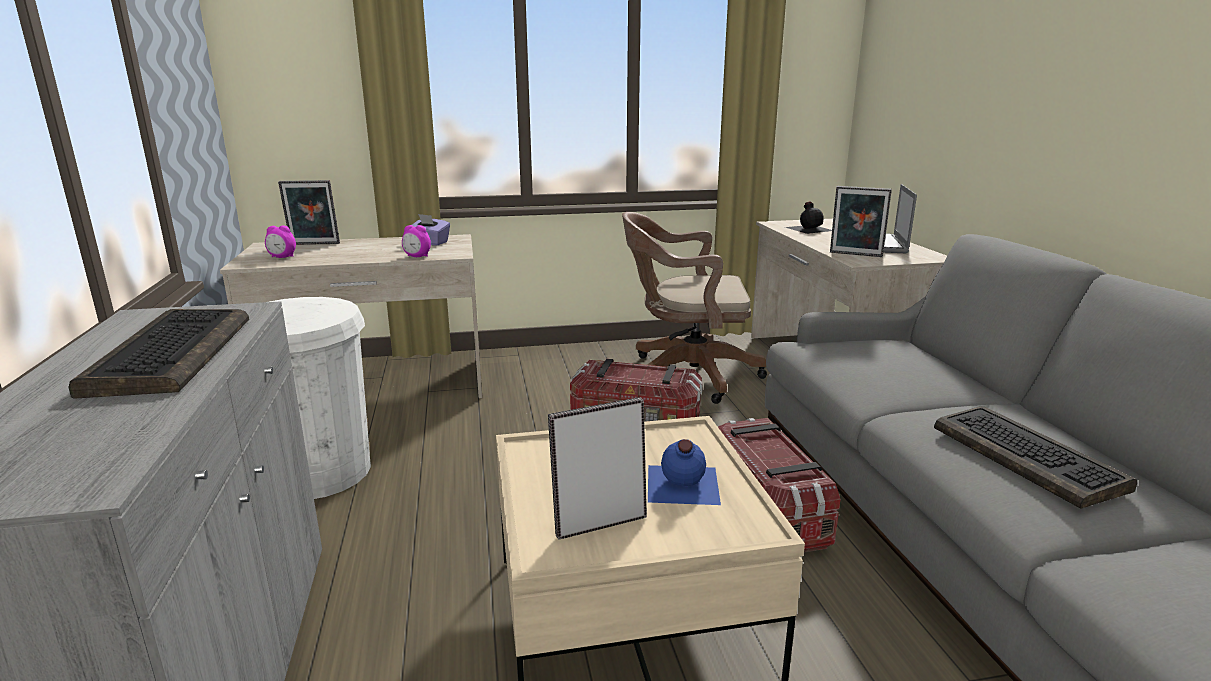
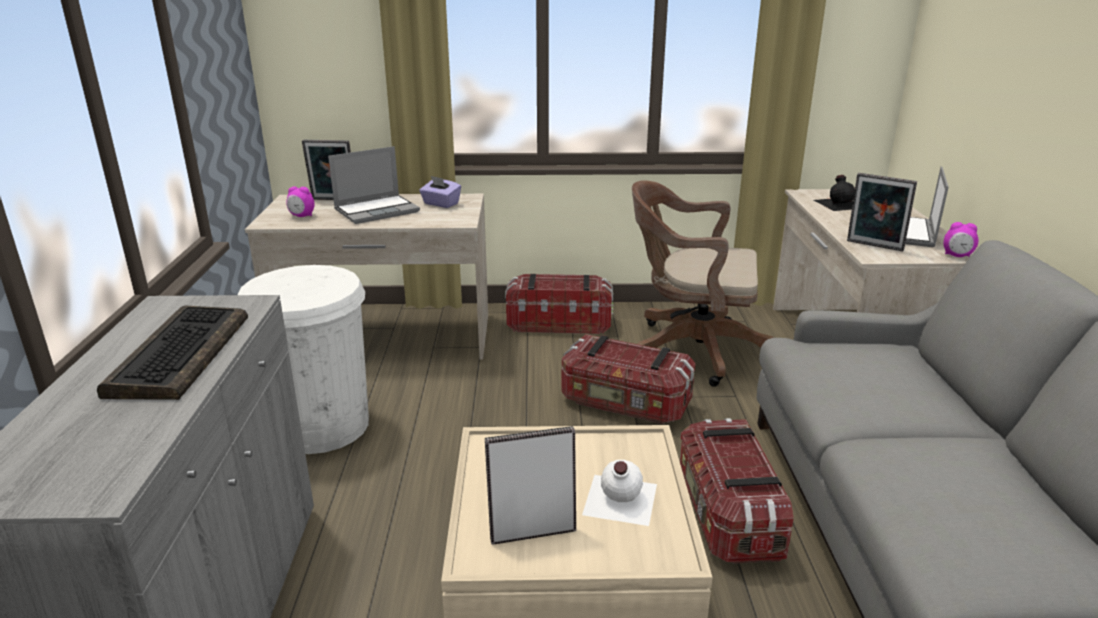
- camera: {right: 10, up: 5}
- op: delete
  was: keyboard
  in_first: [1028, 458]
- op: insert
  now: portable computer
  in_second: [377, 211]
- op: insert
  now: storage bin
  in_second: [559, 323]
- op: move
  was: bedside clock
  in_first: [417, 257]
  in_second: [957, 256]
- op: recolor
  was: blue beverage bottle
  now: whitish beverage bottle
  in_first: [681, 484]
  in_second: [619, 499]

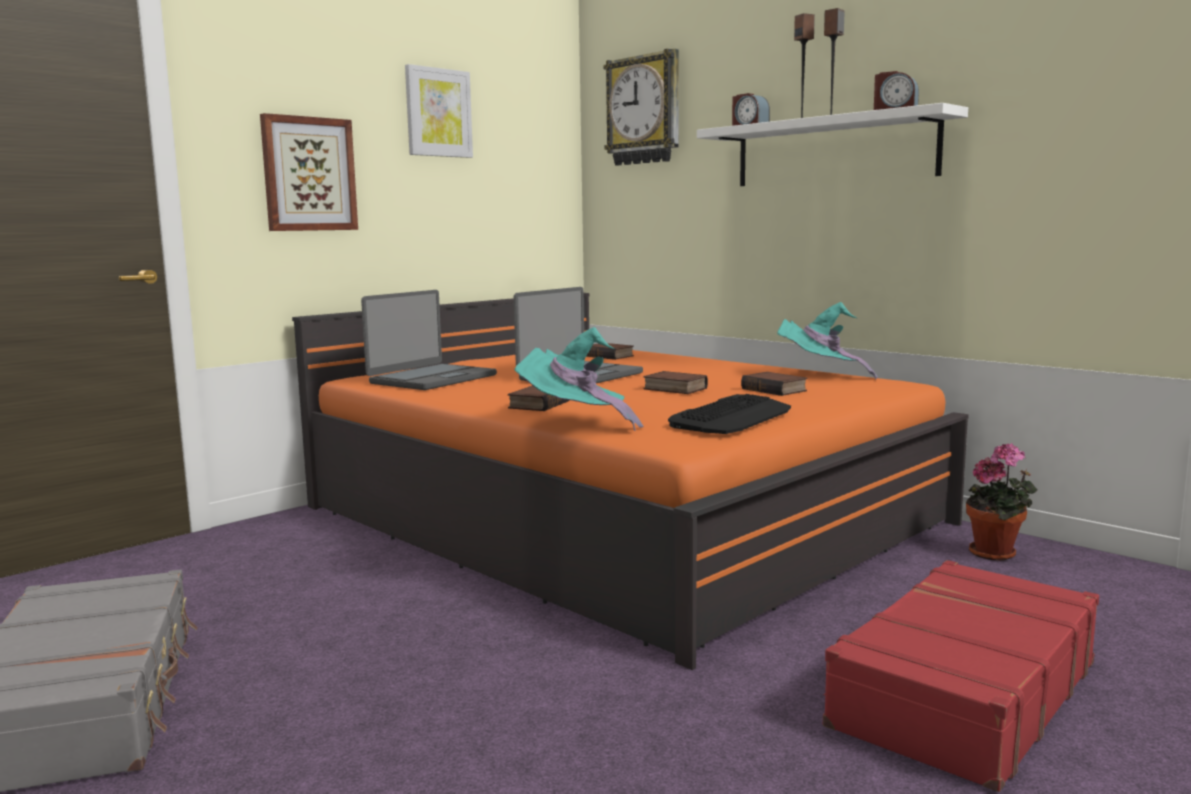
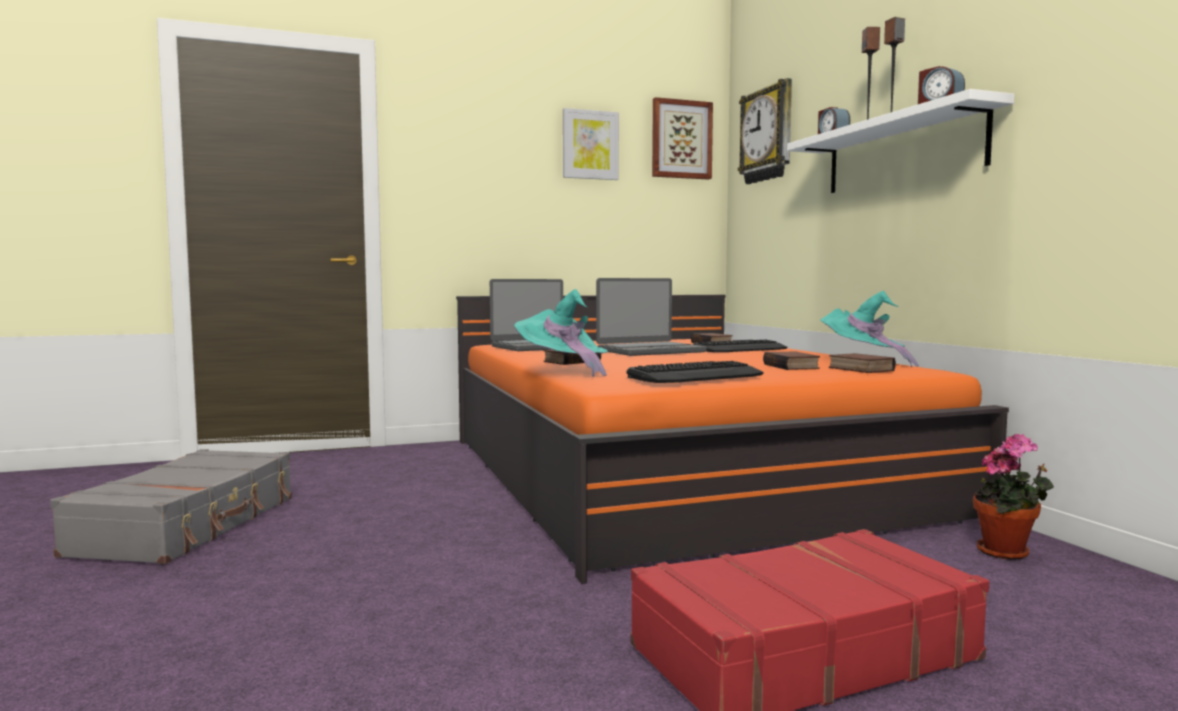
- camera: {right: 25, up: -5}
- op: insert
  now: keyboard
  in_second: [740, 349]
- op: move
  was: wall picture
  in_first: [308, 174]
  in_second: [681, 139]
- op: move
  was: bound book
  in_first: [673, 389]
  in_second: [859, 369]

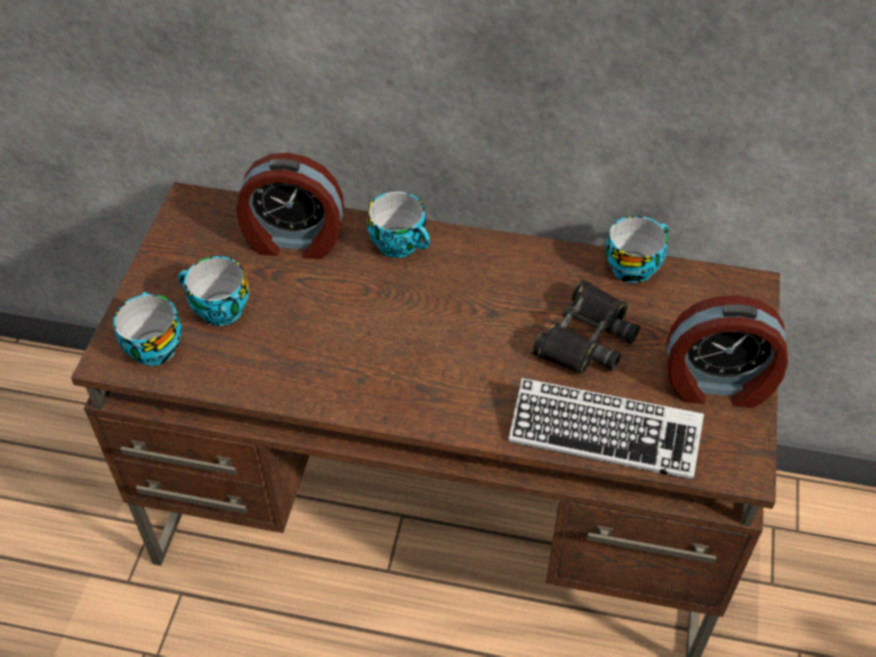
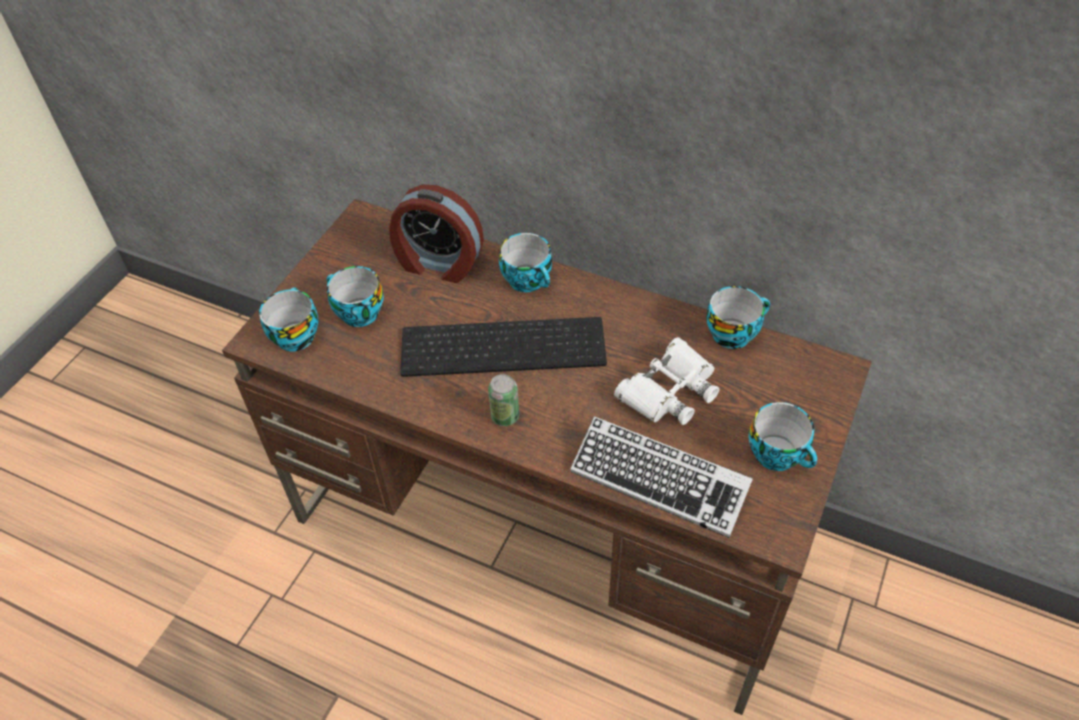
- camera: {right: 15, up: 0}
- op: insert
  now: keyboard
  in_second: [505, 344]
- op: insert
  now: metal can
  in_second: [505, 416]
- op: replace
  was: bedside clock
  now: cup
  in_first: [717, 385]
  in_second: [779, 454]
- op: recolor
  was: black pair of binoculars
  now: whitish pair of binoculars
  in_first: [586, 337]
  in_second: [669, 390]

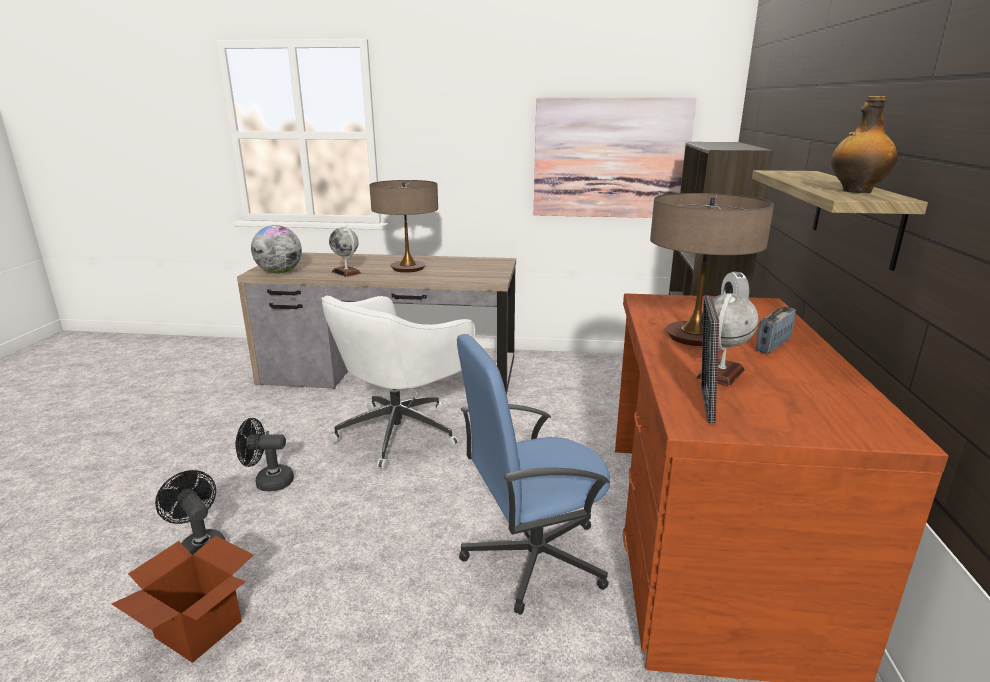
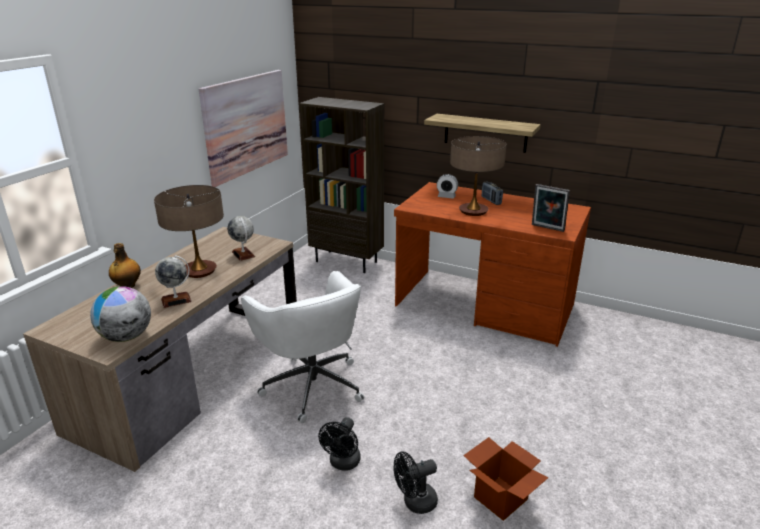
- camera: {right: -70, up: 5}
- op: delete
  was: blue computer chair
  in_first: [532, 557]
- op: move
  was: world globe
  in_first: [720, 374]
  in_second: [243, 254]
- op: move
  was: beverage bottle
  in_first: [855, 191]
  in_second: [127, 286]

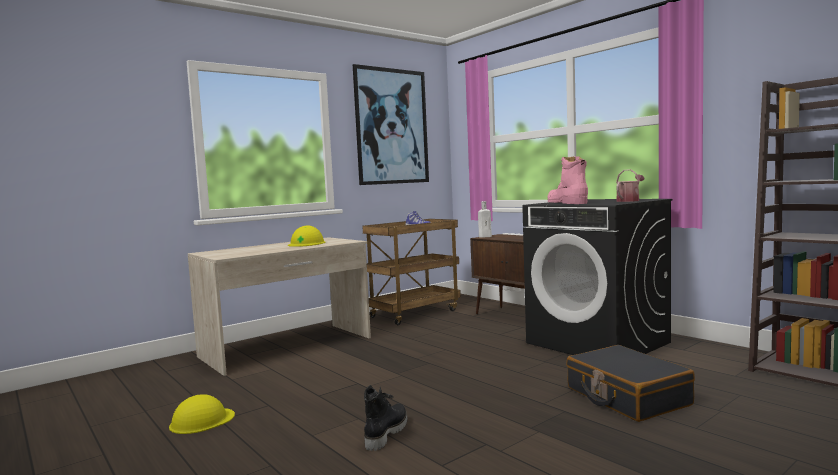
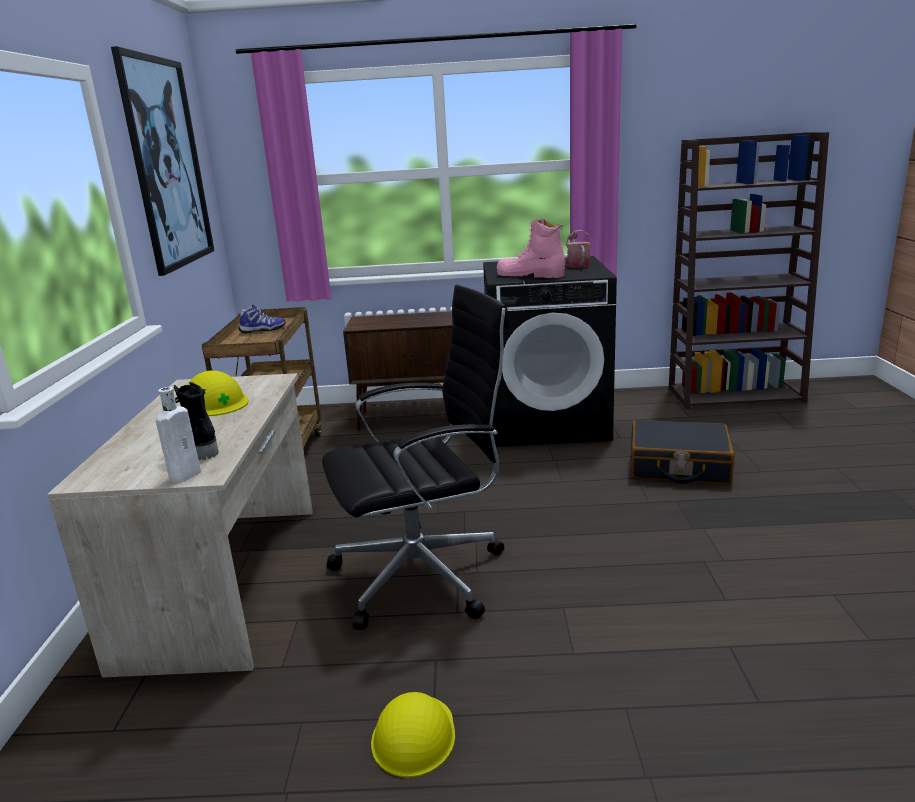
- camera: {right: -50, up: 15}
- op: insert
  now: black computer chair
  in_second: [424, 574]
- op: move
  was: black boot
  in_first: [385, 433]
  in_second: [197, 443]
- op: move
  was: whitish beverage bottle
  in_first: [486, 236]
  in_second: [187, 474]

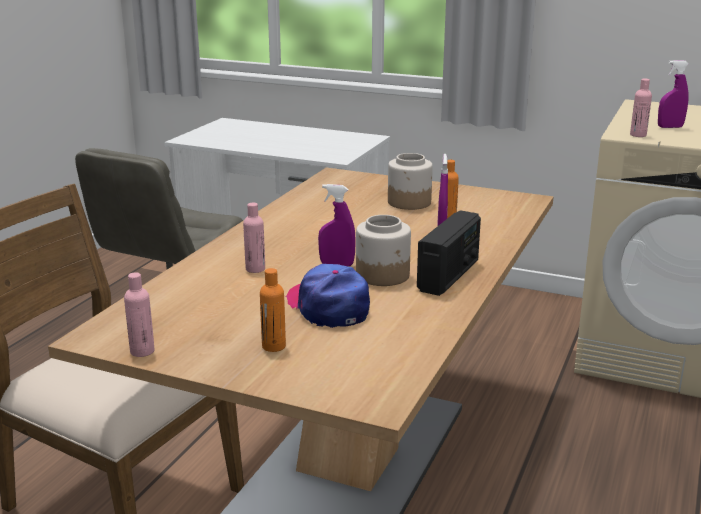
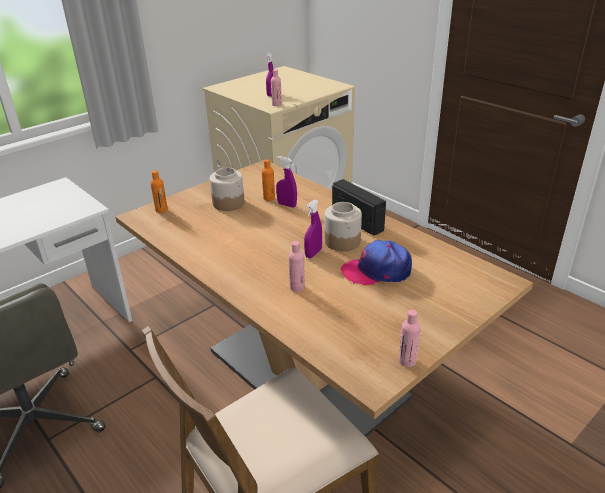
- camera: {right: -65, up: 10}
- op: move
  was: orange beverage bottle
  in_first: [273, 346]
  in_second: [161, 210]

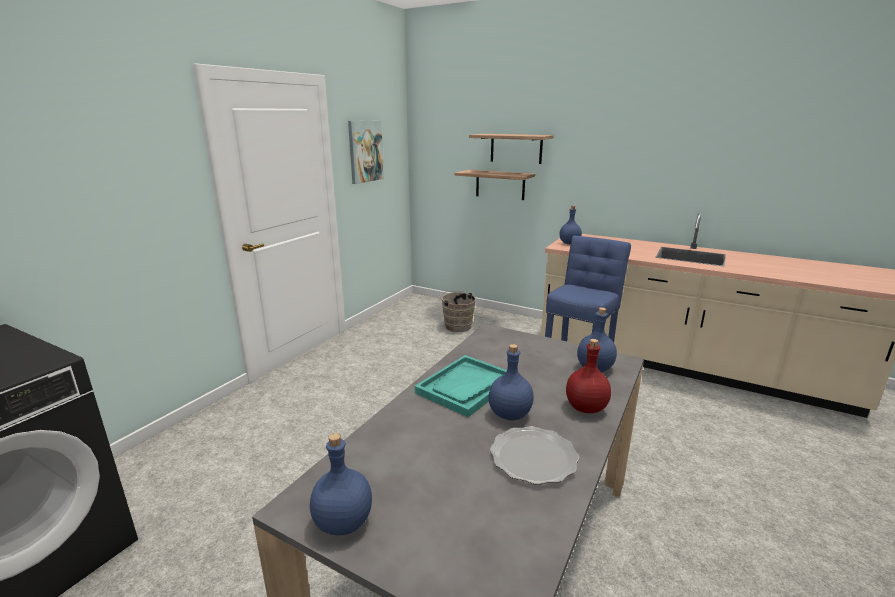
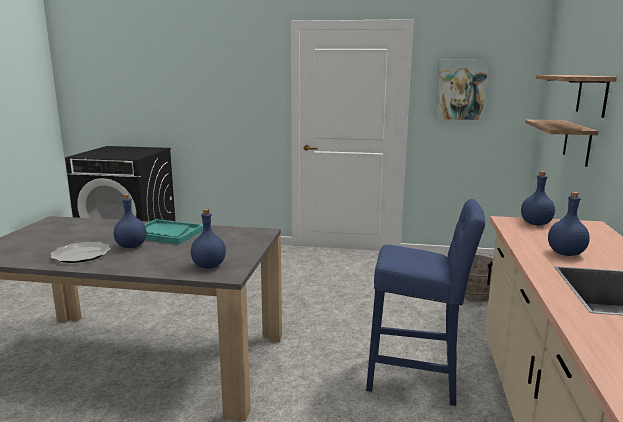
- camera: {right: 70, up: -5}
- op: delete
  was: red-coloured beverage bottle
  in_first: [586, 407]
- op: move
  was: blue beverage bottle
  in_first: [342, 522]
  in_second: [565, 253]

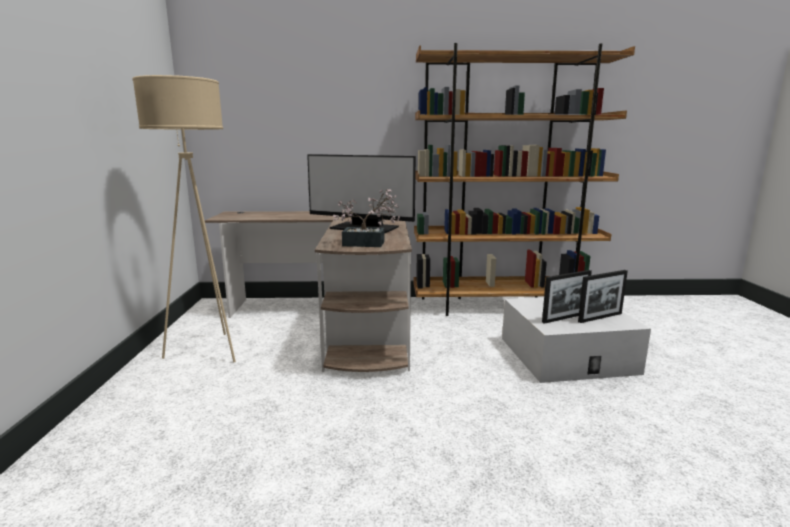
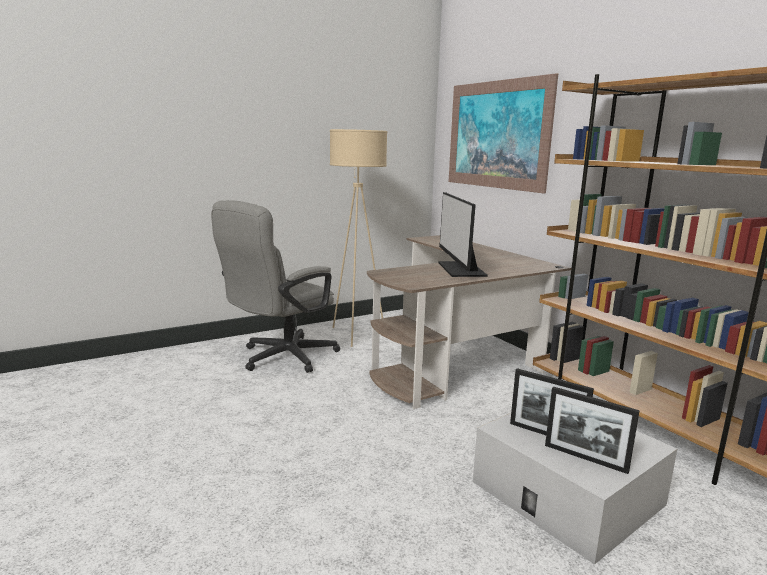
- camera: {right: 60, up: 0}
- op: delete
  was: houseplant
  in_first: [369, 244]
- op: insert
  now: grey computer chair
  in_second: [281, 358]
- op: insert
  now: wall picture
  in_second: [497, 135]

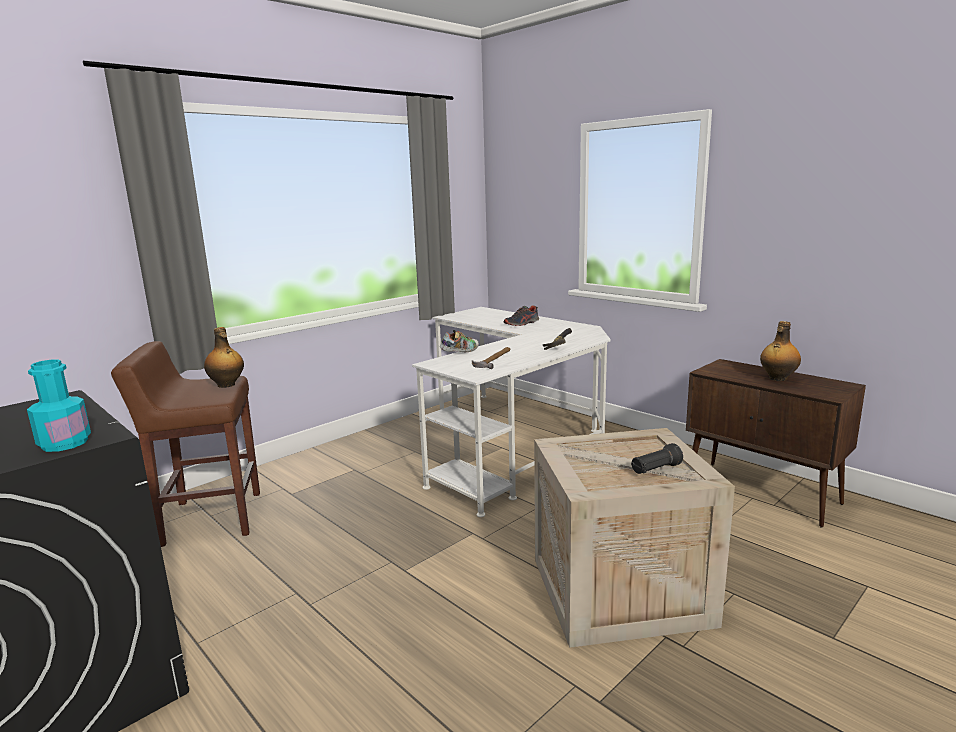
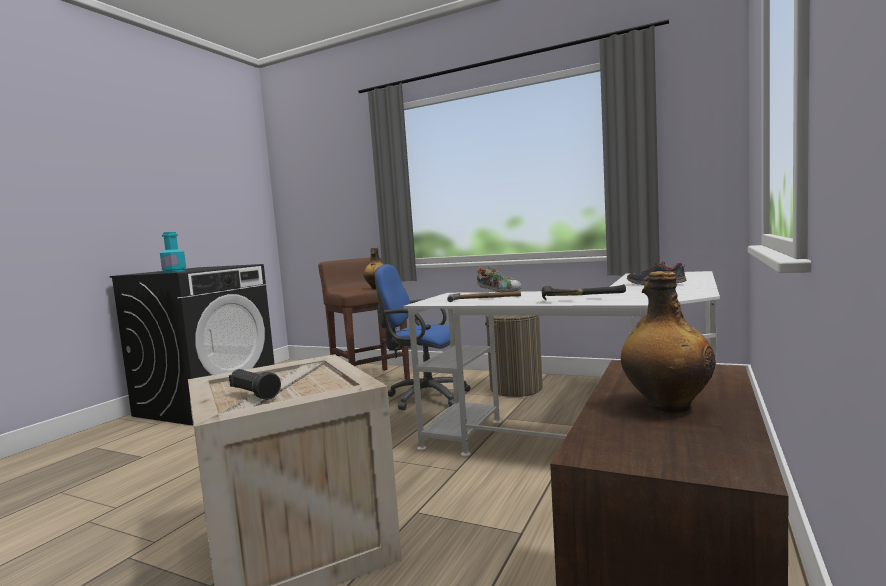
- camera: {right: 70, up: -10}
- op: insert
  now: blue computer chair
  in_second: [423, 397]
- op: insert
  now: hamper
  in_second: [516, 388]

